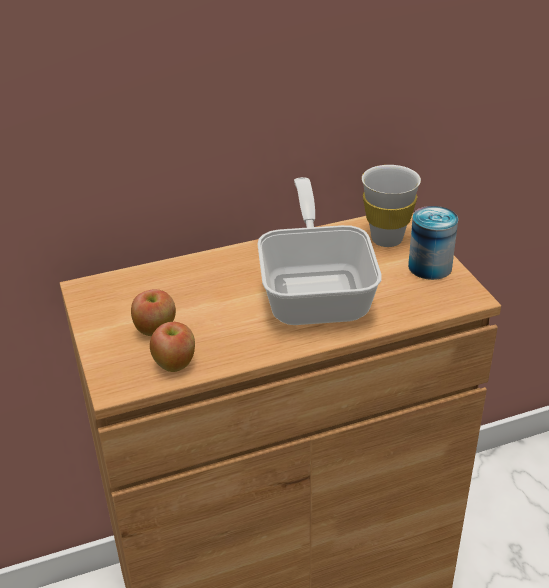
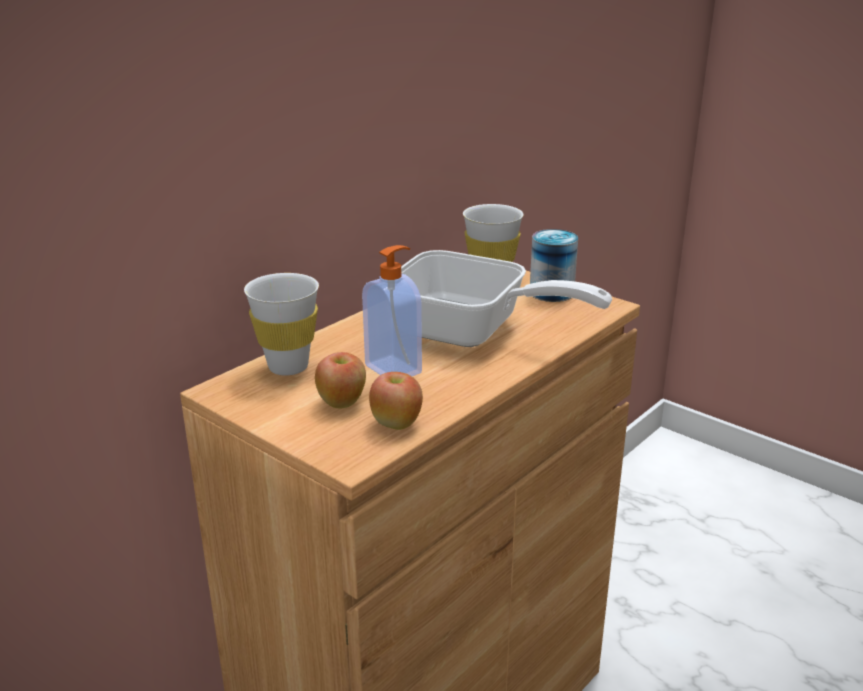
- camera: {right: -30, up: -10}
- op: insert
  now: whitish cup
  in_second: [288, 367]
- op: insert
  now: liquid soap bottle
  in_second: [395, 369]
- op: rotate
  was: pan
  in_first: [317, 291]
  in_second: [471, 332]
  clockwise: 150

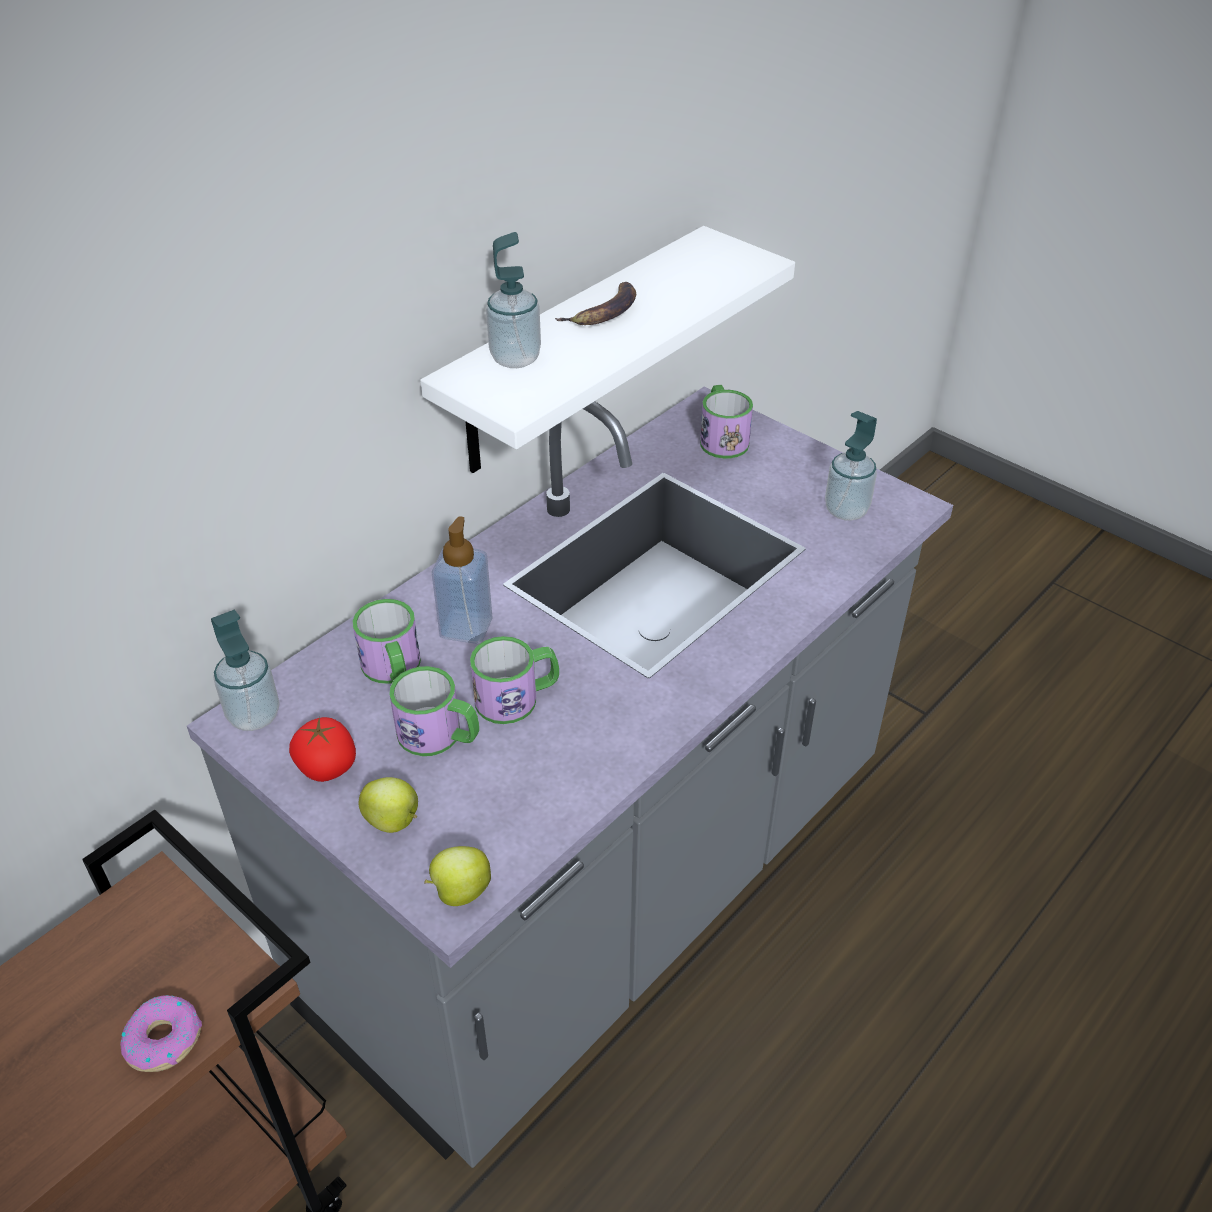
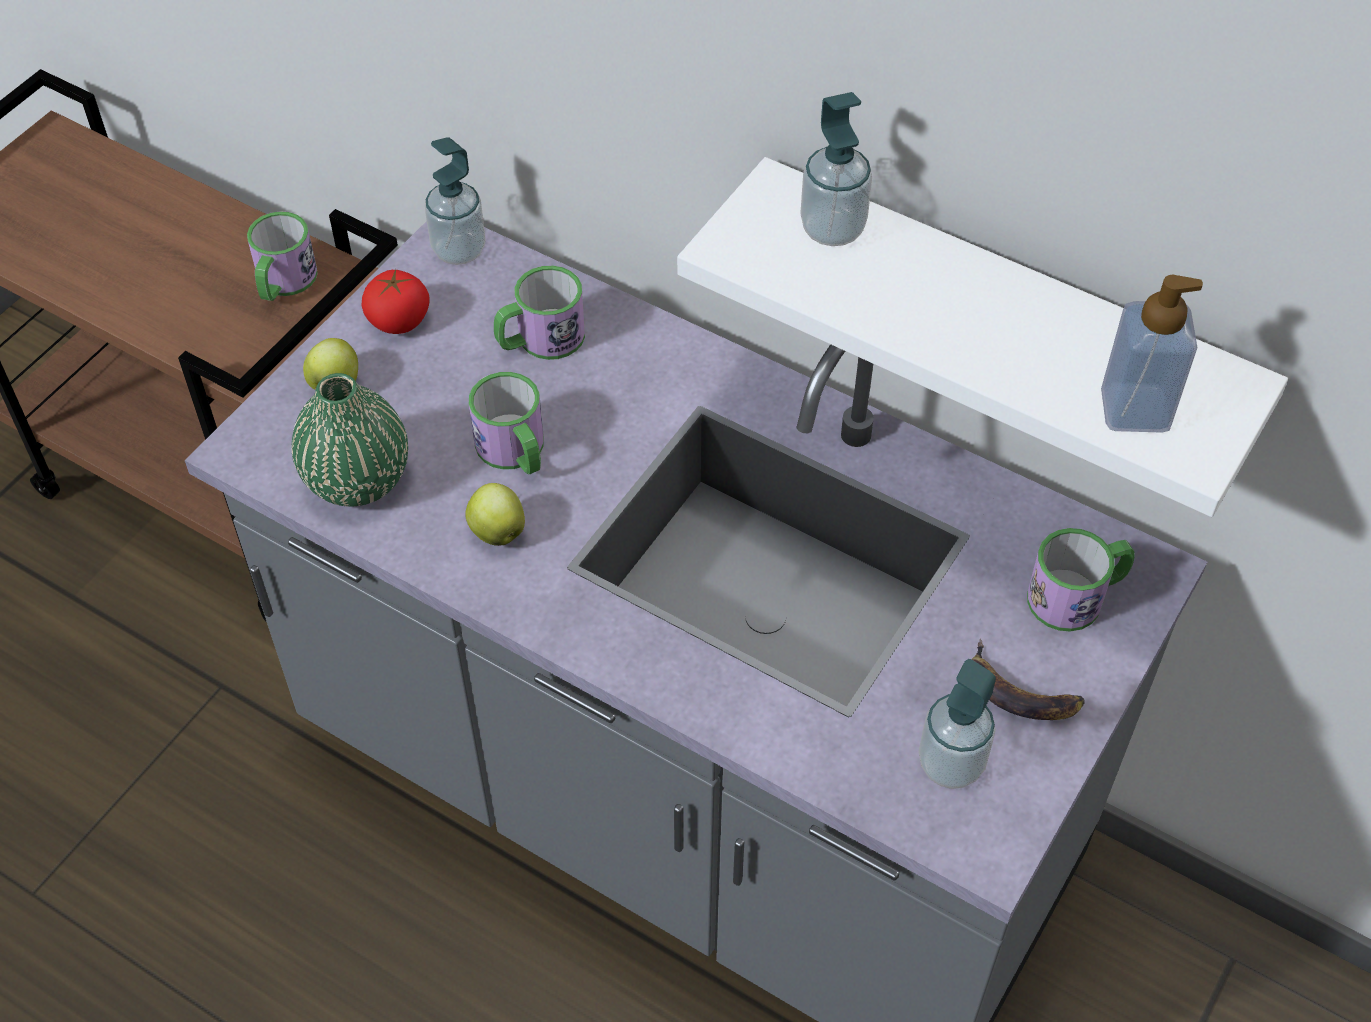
- camera: {right: 80, up: 10}
- op: delete
  was: doughnut
  in_first: [163, 1039]
- op: insert
  now: green-coloured decorative vase
  in_second: [357, 479]
- op: move
  was: tea mug
  in_first: [439, 736]
  in_second: [283, 282]
- op: move
  was: apple fruit
  in_first: [459, 892]
  in_second: [497, 531]
- op: move
  was: liquid soap bottle
  in_first: [466, 627]
  in_second: [1135, 409]
- op: move
  was: whole banana
  in_first: [604, 311]
  in_second: [1019, 692]

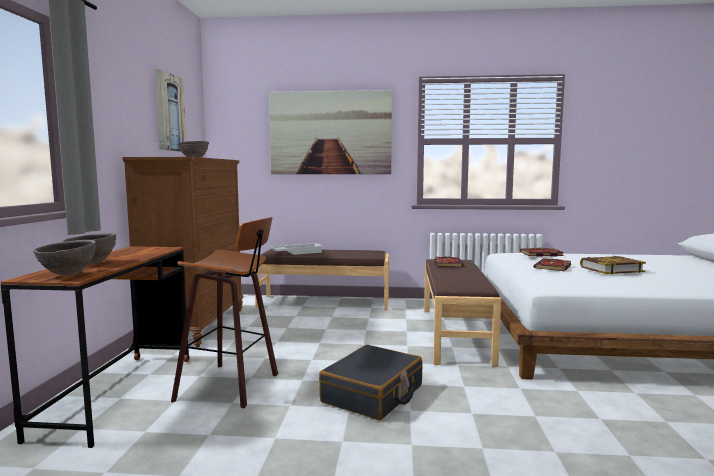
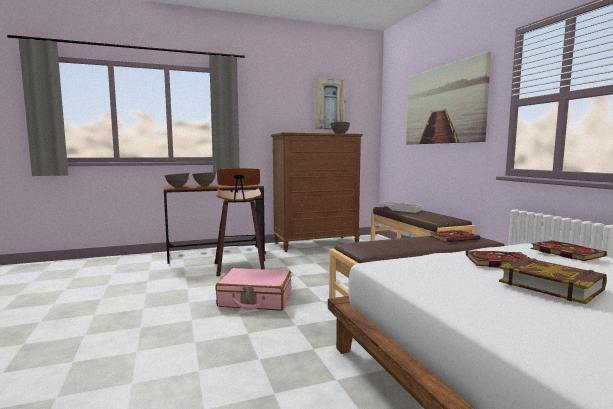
- camera: {right: 65, up: 0}
- op: recolor
  was: black suitcase
  now: pink suitcase
  in_first: [373, 394]
  in_second: [255, 299]

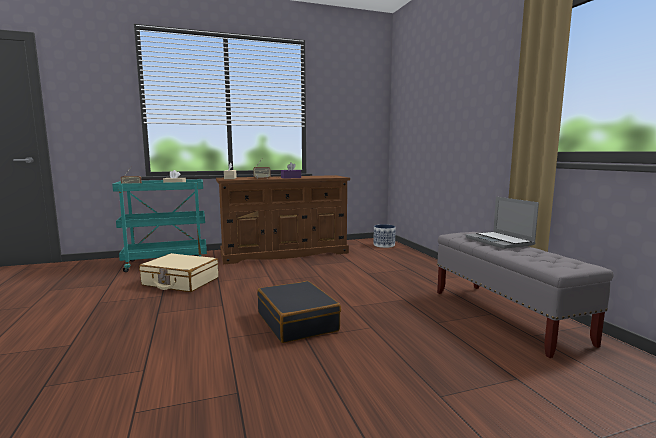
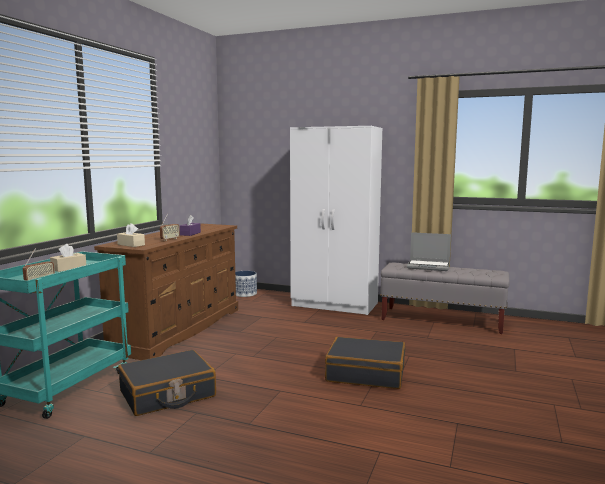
- camera: {right: -50, up: 0}
- op: insert
  now: whitish armoire
  in_second: [335, 305]
- op: recolor
  was: sand-coloured suitcase
  now: black suitcase
  in_first: [180, 282]
  in_second: [167, 394]

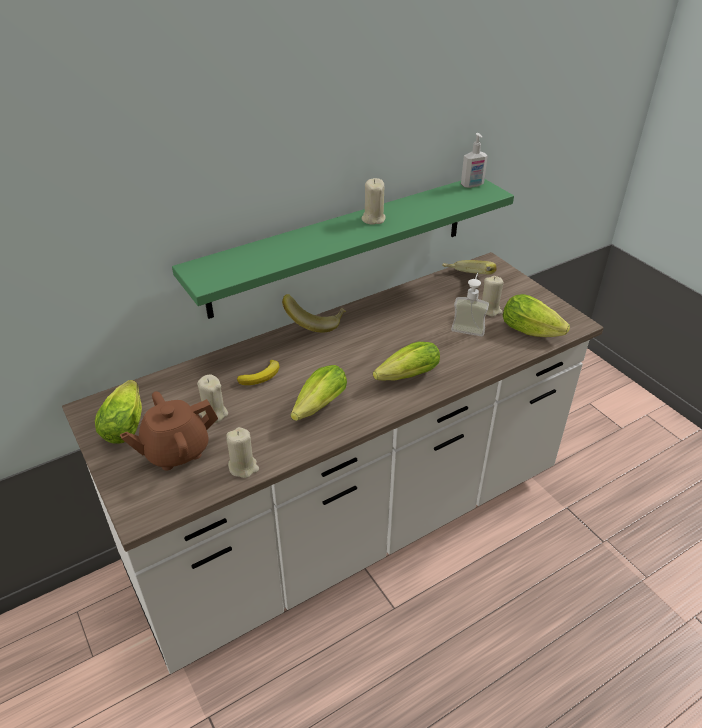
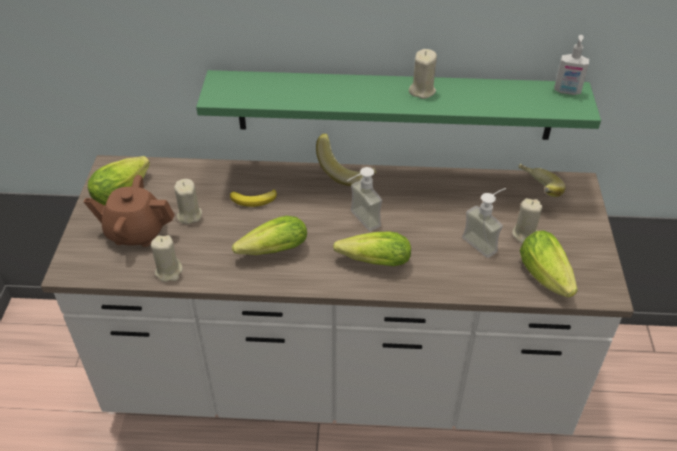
- camera: {right: 35, up: 5}
- op: insert
  now: liquid soap bottle
  in_second: [359, 221]

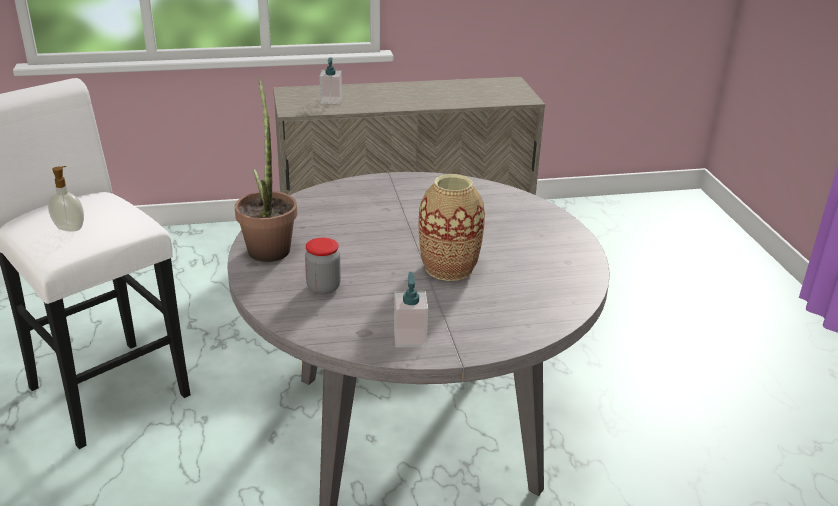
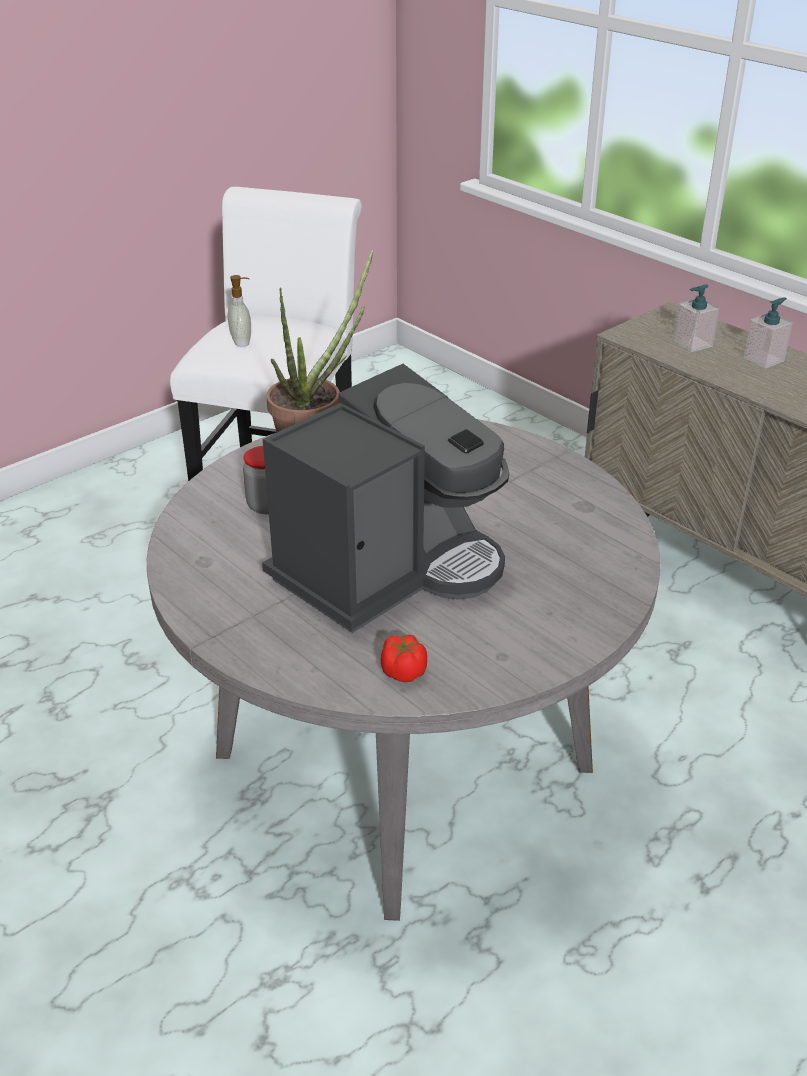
- camera: {right: 60, up: 5}
- op: insert
  now: fresh tomato
  in_second: [403, 672]
- op: move
  was: liquid soap bottle
  in_first: [410, 338]
  in_second: [764, 359]
- op: replace
  was: decorative vase
  now: coffee maker
  in_first: [449, 268]
  in_second: [388, 569]

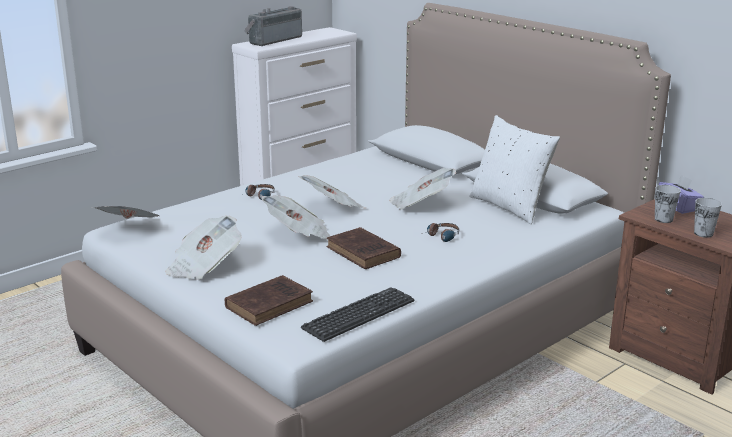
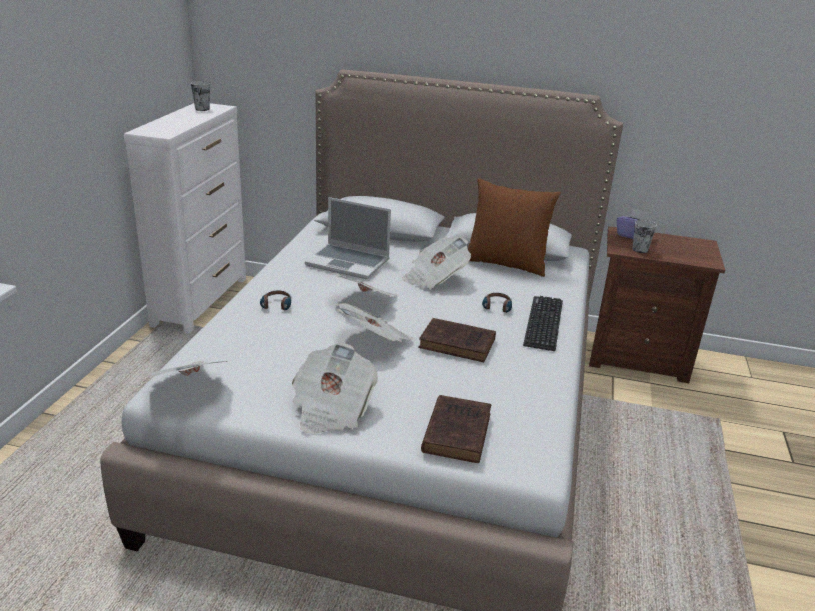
- camera: {right: -35, up: 5}
- op: delete
  was: radio receiver
  in_first: [273, 40]
- op: insert
  now: portable computer
  in_second: [349, 262]
- op: move
  was: keyboard
  in_first: [359, 314]
  in_second: [543, 323]
- op: move
  was: cup
  in_first: [703, 233]
  in_second: [202, 109]
- op: recolor
  was: whitish cushion
  now: brown cushion
  in_first: [510, 207]
  in_second: [506, 263]

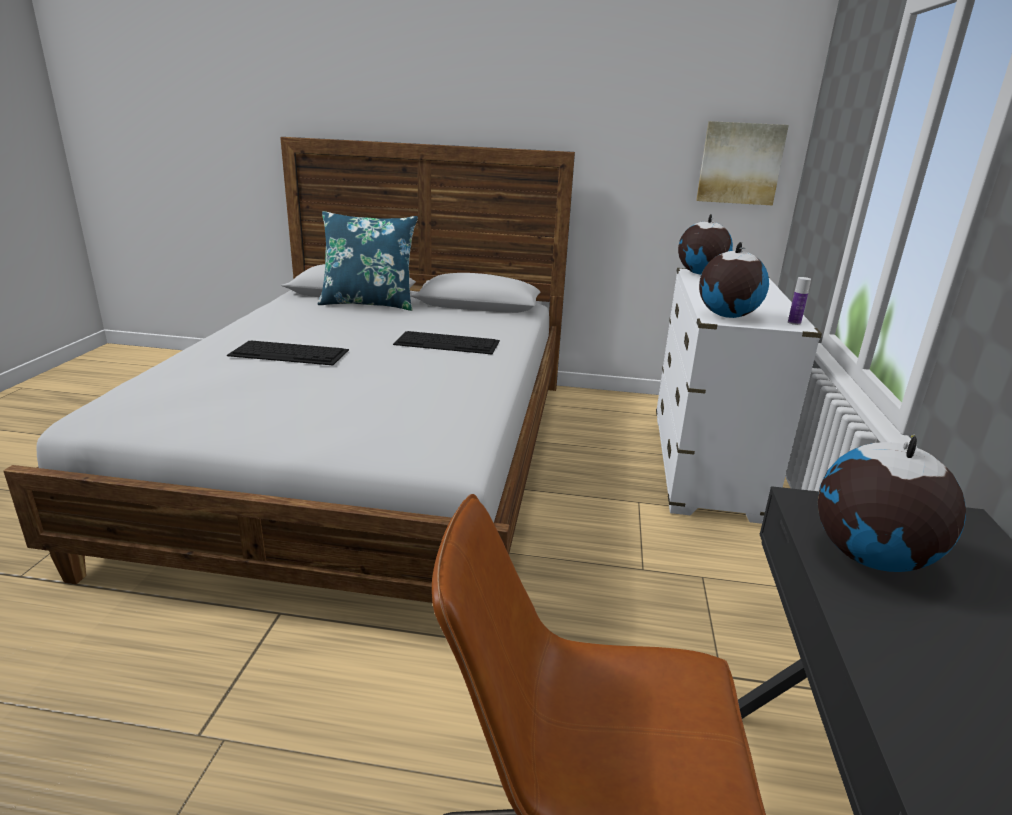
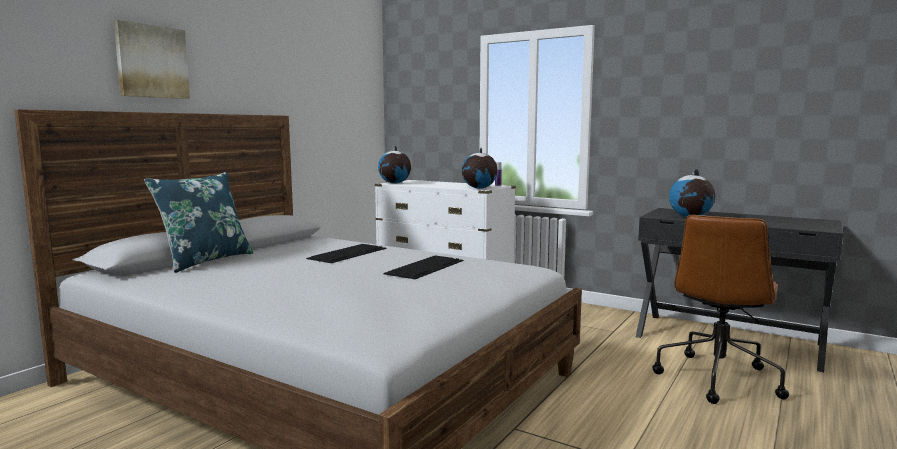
- camera: {right: -65, up: -15}
- op: move
  was: keyboard
  in_first: [290, 353]
  in_second: [425, 267]
- op: move
  was: wall picture
  in_first: [740, 163]
  in_second: [152, 62]

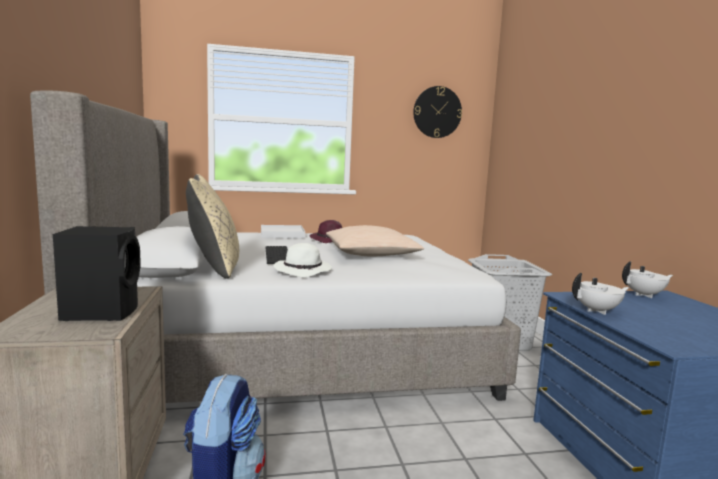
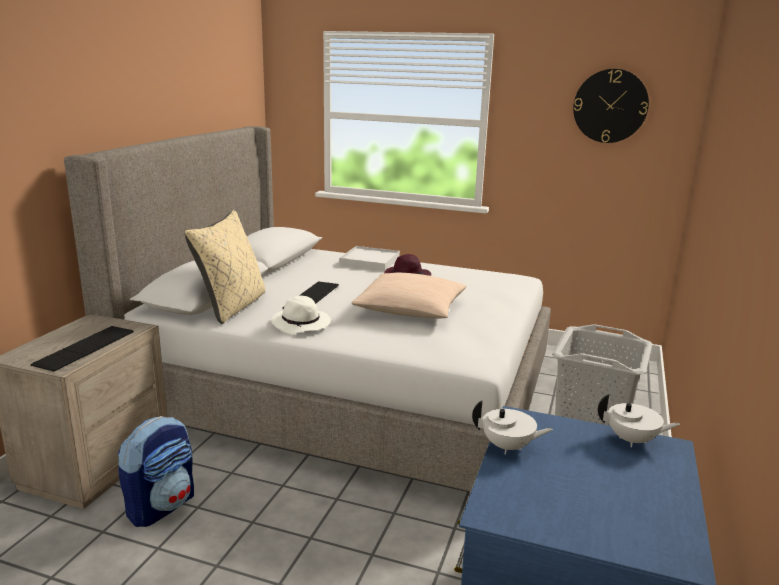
- camera: {right: 30, up: 10}
- op: replace
  was: black speaker
  now: keyboard
  in_first: [102, 312]
  in_second: [85, 347]

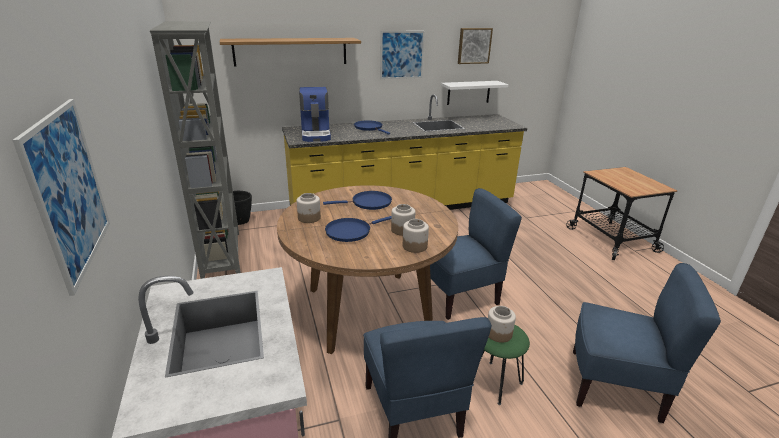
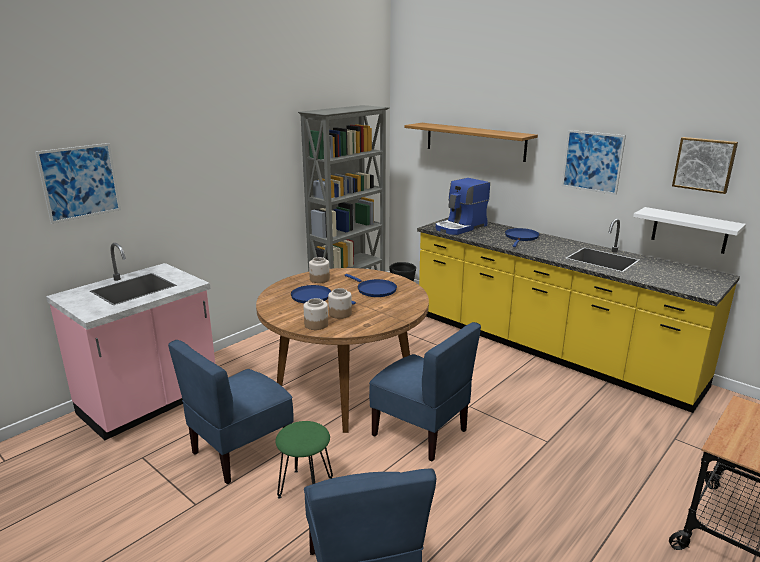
- camera: {right: 60, up: -5}
- op: delete
  was: preserve jar
  in_first: [499, 333]

